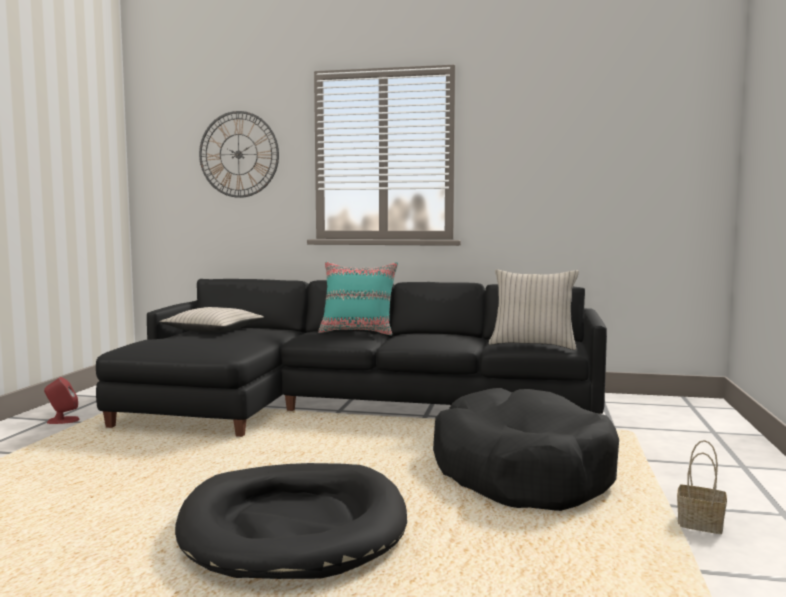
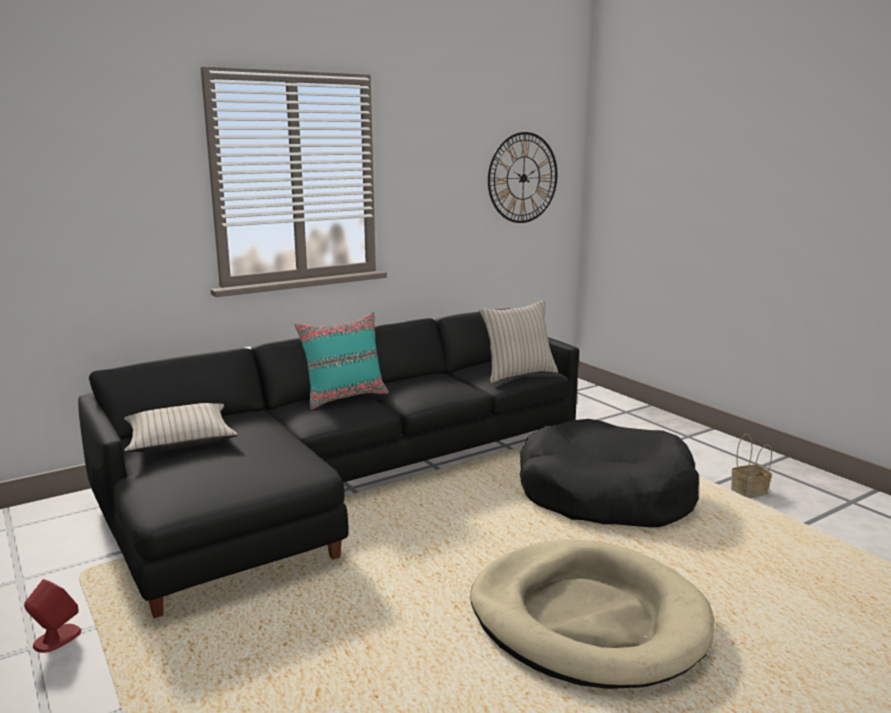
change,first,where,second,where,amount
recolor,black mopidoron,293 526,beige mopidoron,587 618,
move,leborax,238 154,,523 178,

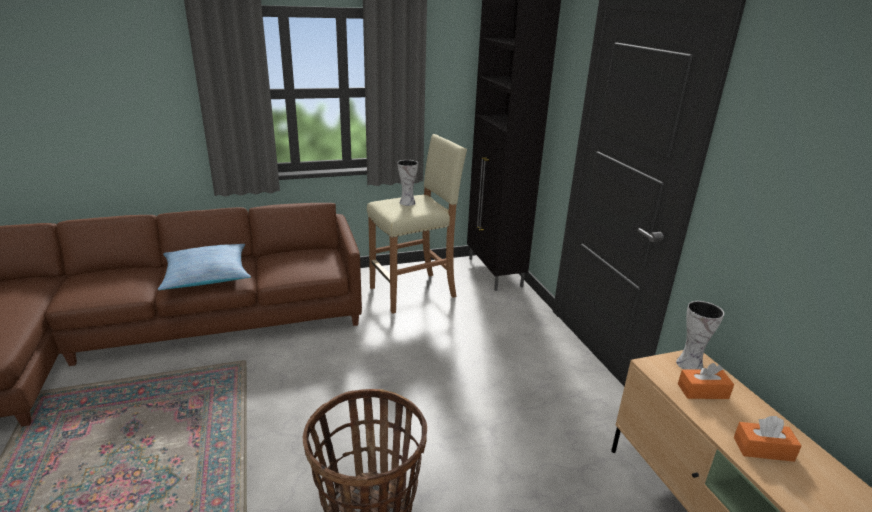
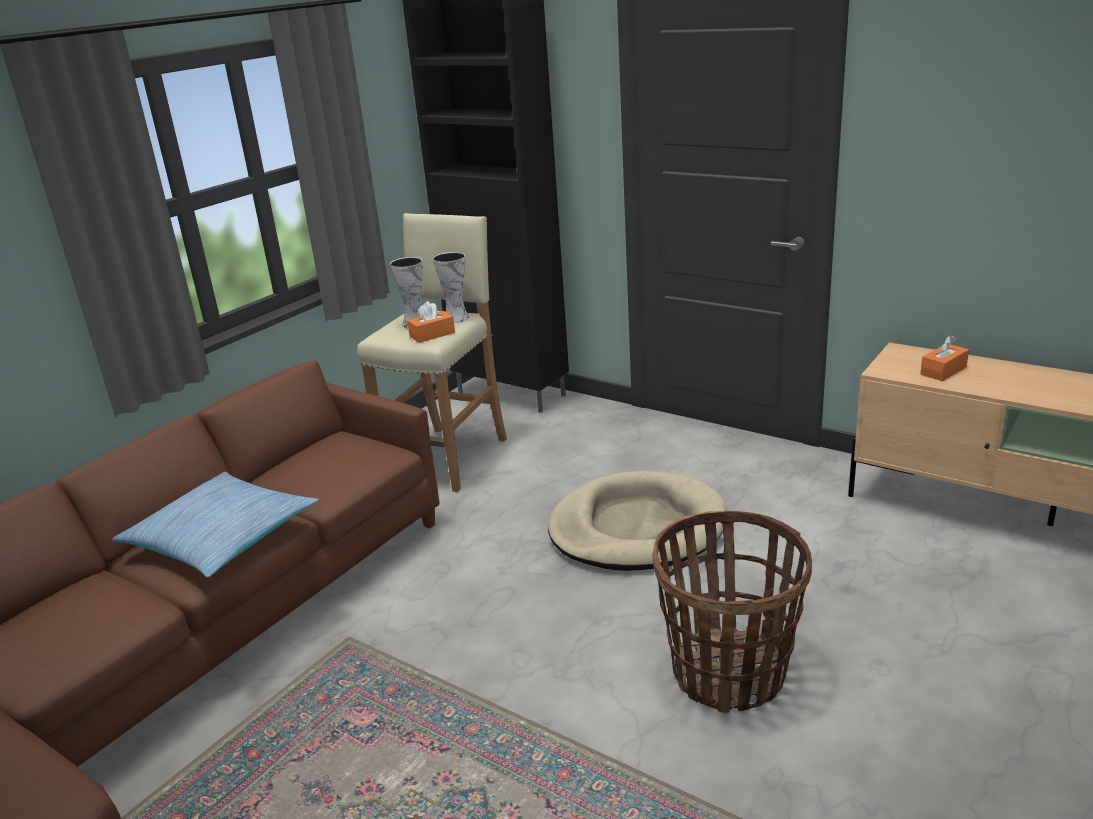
change,first,where,second,where,amount
move,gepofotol,689 363,,455 318,
move,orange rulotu,763 449,,432 334,
insert,,,beige mopidoron,637 528,

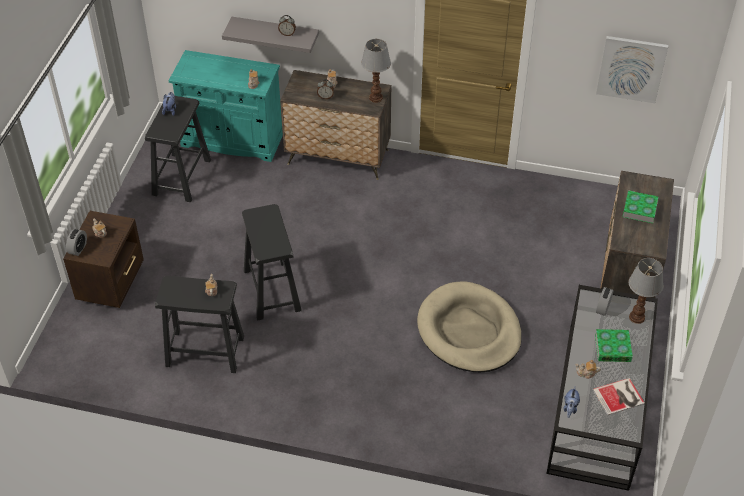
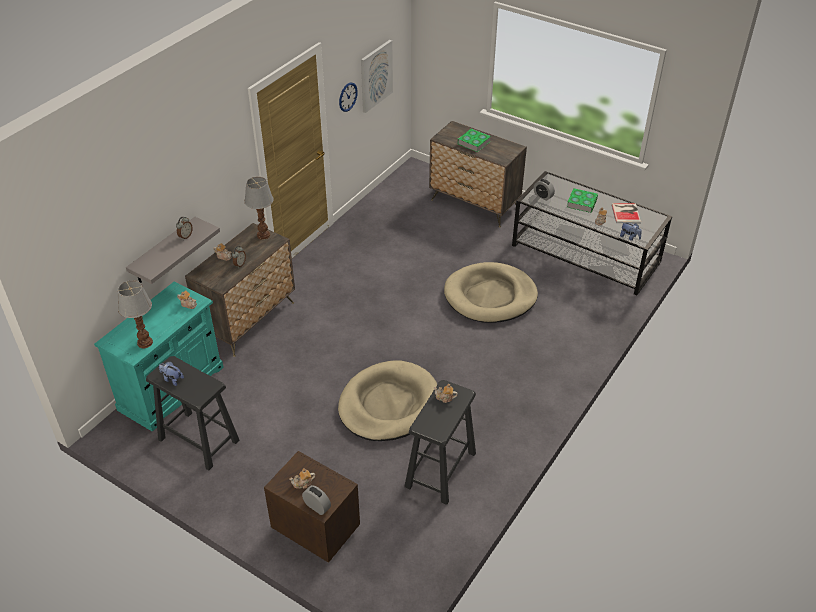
change,first,where,second,where,amount
replace,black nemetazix,272 290,beige mopidoron,388 404,
move,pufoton,636 317,,144 342,
insert,,,leborax,348 97,

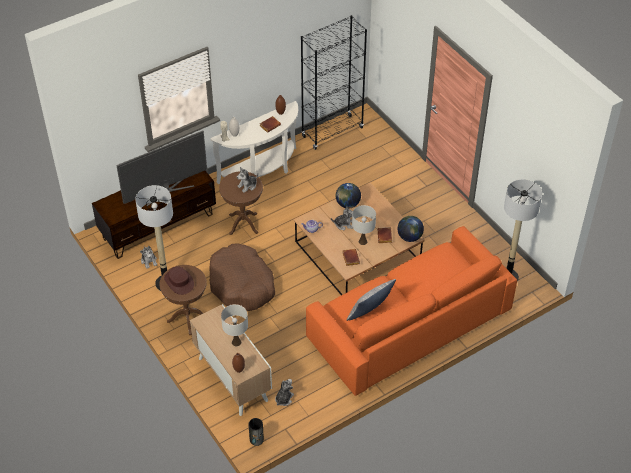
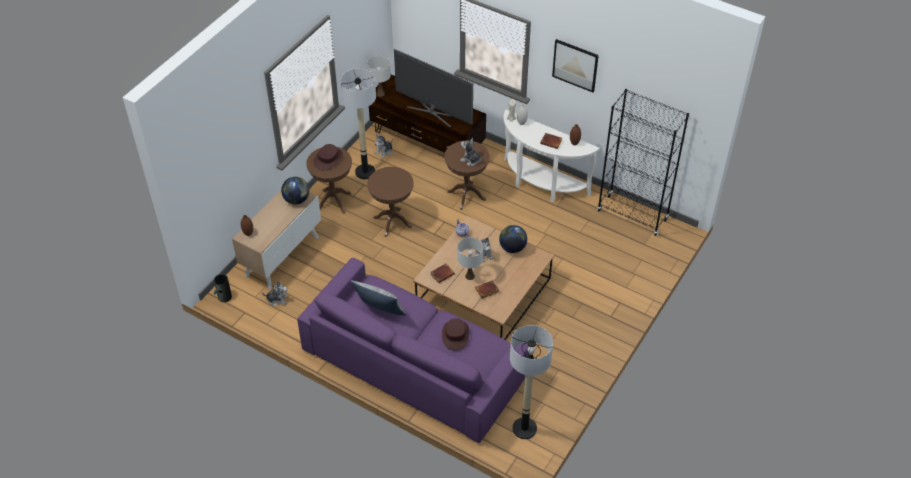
change,first,where,second,where,amount
replace,brown mopidoron,242 284,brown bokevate,392 222,
move,white pufoton,236 342,,380 93,
recolor,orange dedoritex,408 323,purple dedoritex,414 362,
move,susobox,409 237,,297 200,
insert,,,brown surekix,455 335,
insert,,,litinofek,575 65,

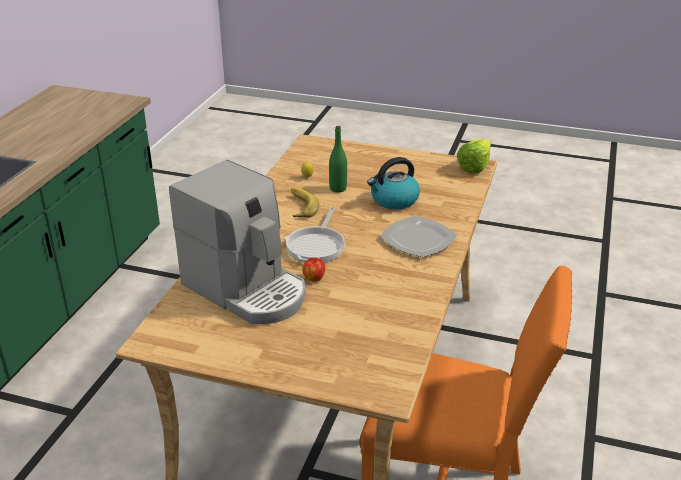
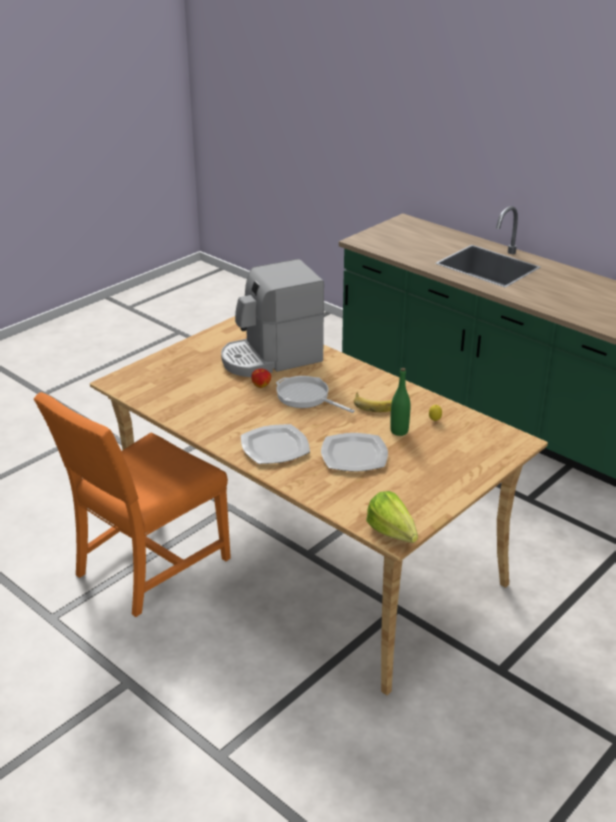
change,first,where,second,where,amount
replace,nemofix,394 200,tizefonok,353 455,

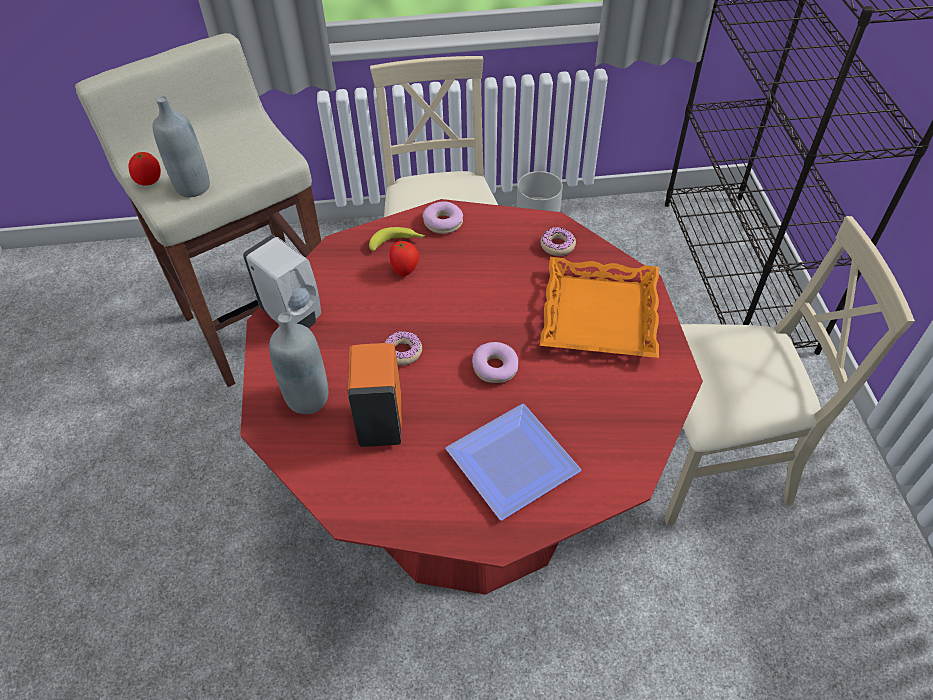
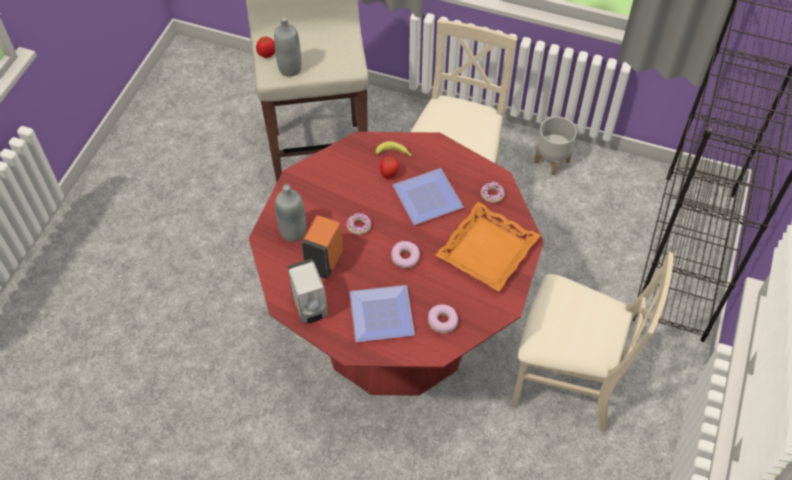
change,first,where,second,where,amount
move,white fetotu,294 317,,310 309,
move,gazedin,443 222,,442 321,
insert,,,tizefonok,425 197,

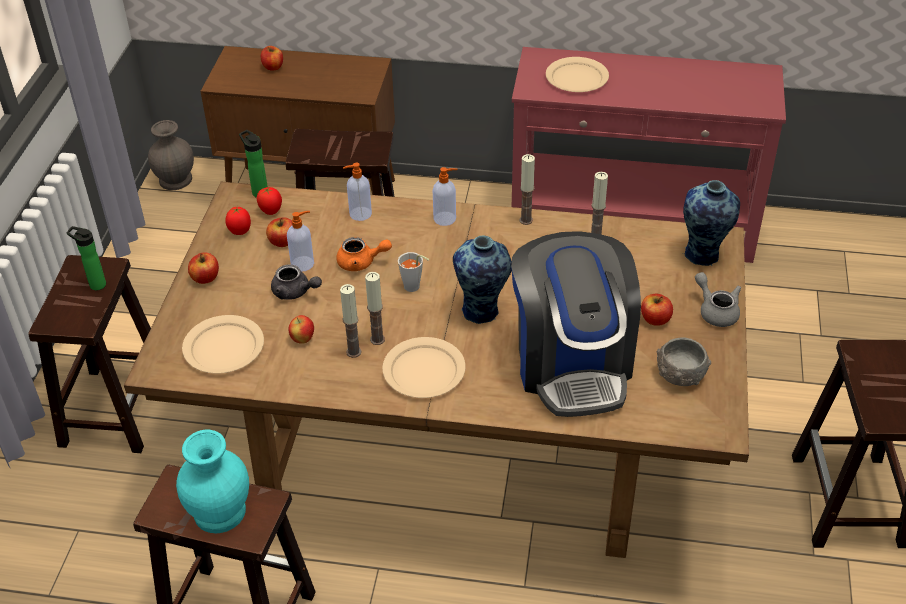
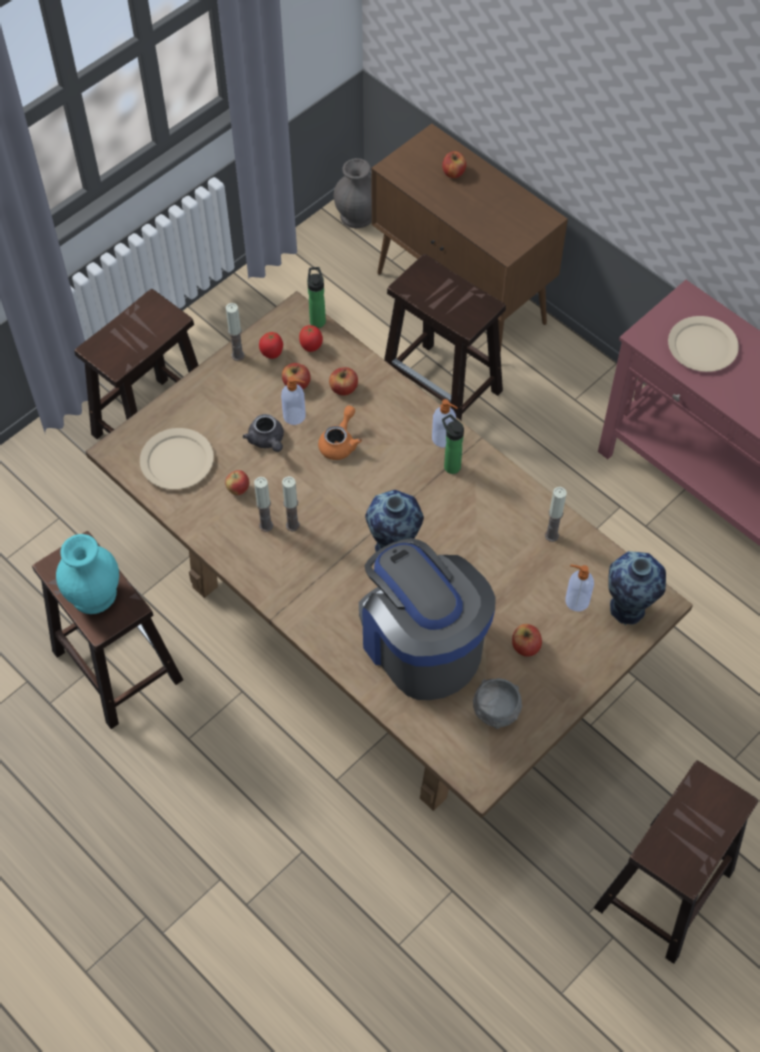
change,first,where,second,where,amount
move,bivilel,95 284,,450 465,
move,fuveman,205 278,,343 388,
rotate,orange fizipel,361 262,,340 443,105 degrees counterclockwise
move,fetotu,359 214,,576 601,
delete,beige tizefonok,423 371,,,
delete,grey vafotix,414 288,,,
rotate,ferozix,572 363,,421 643,120 degrees clockwise
move,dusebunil,526 220,,237 355,
delete,grey fizipel,716 311,,,

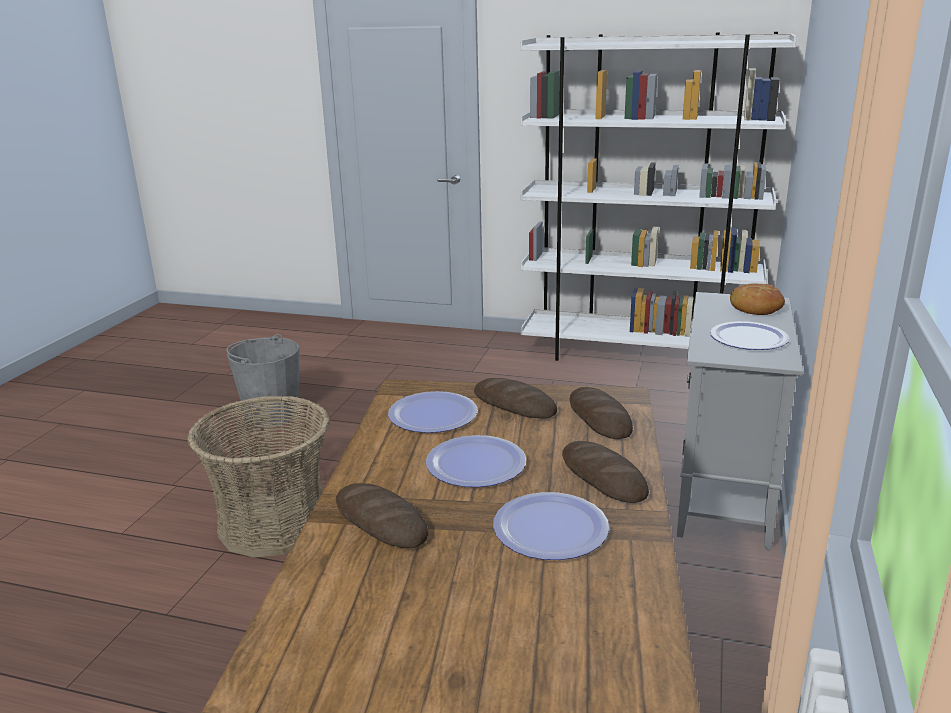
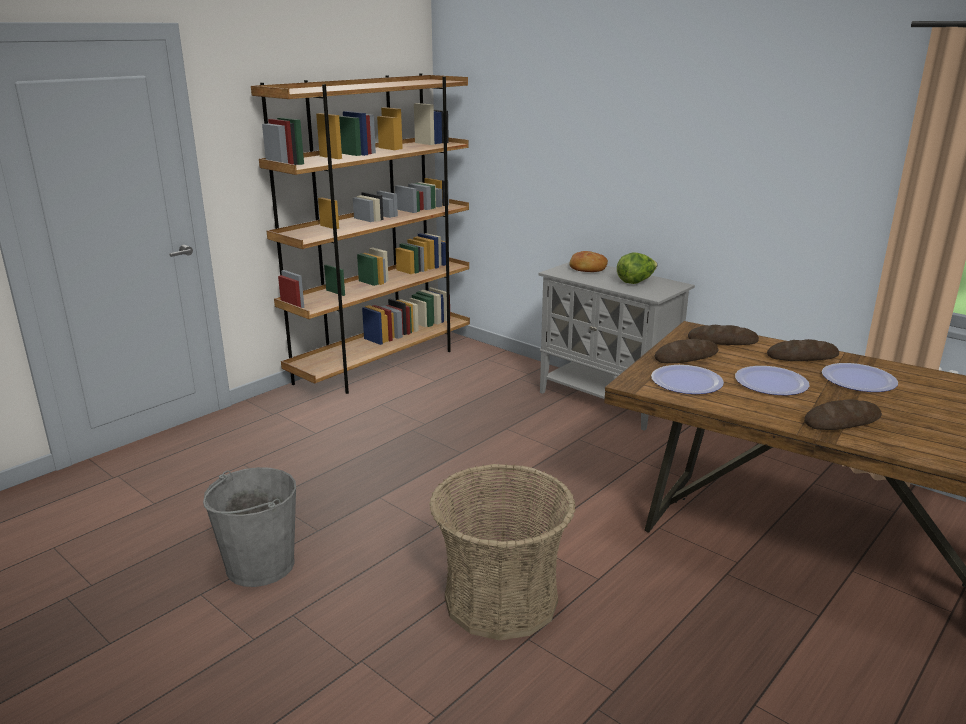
change,first,where,second,where,amount
recolor,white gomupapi,637 355,brown gomupapi,383 363,
replace,tizefonok,748 338,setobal,636 282,

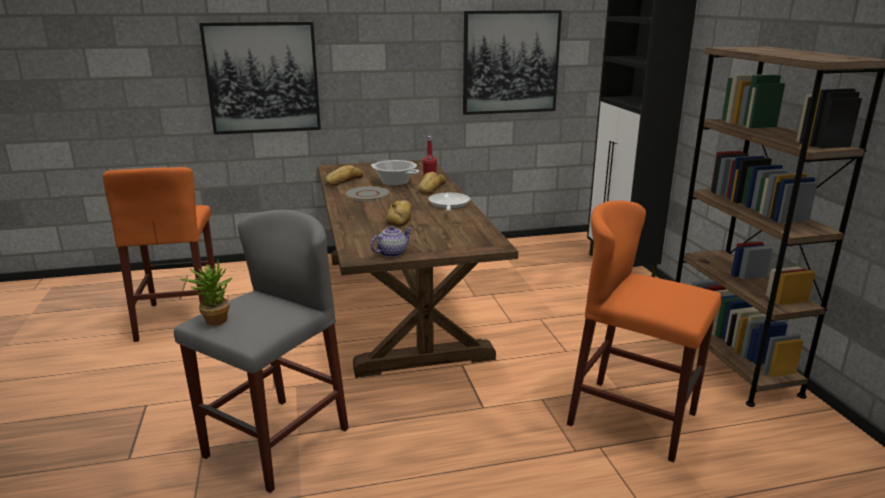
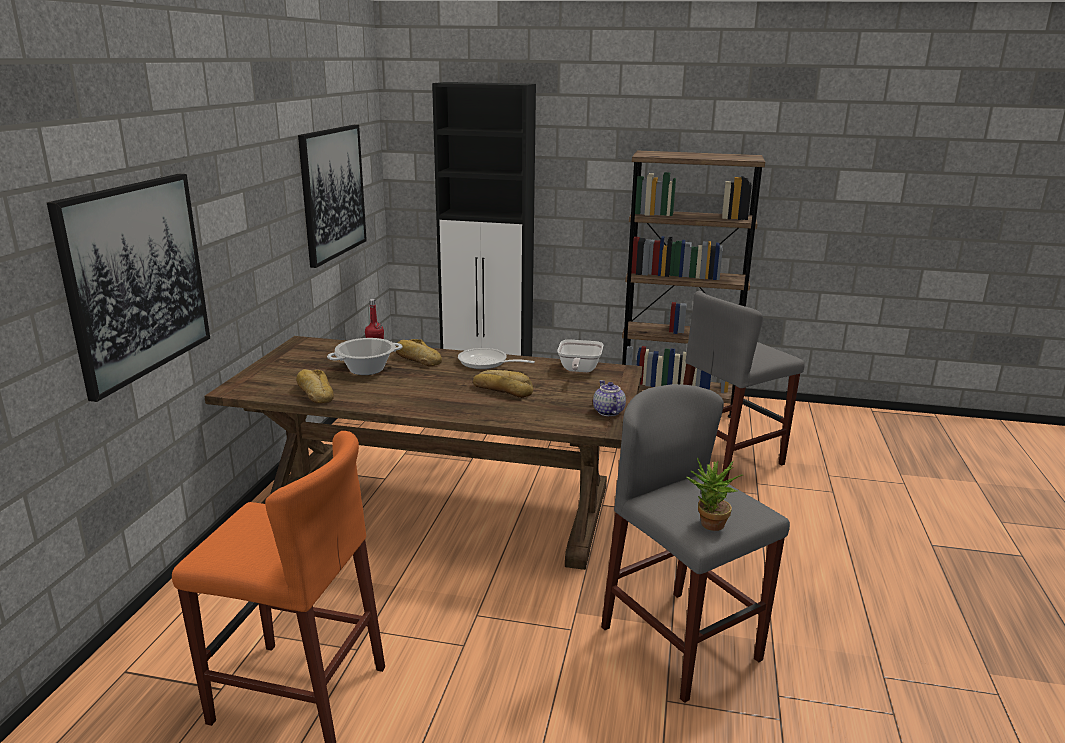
change,first,where,second,where,amount
delete,grey tizefonok,368 194,,,
recolor,orange nemetazix,632 419,grey nemetazix,728 460,
insert,,,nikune,578 370,

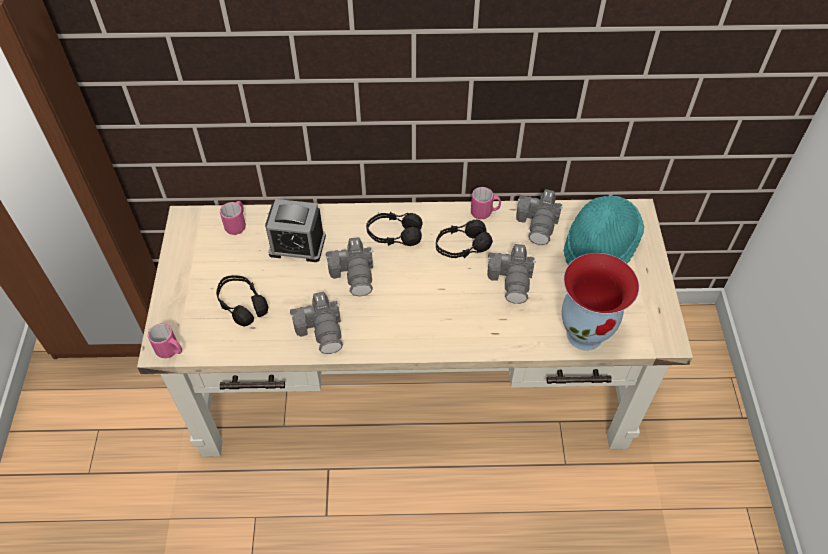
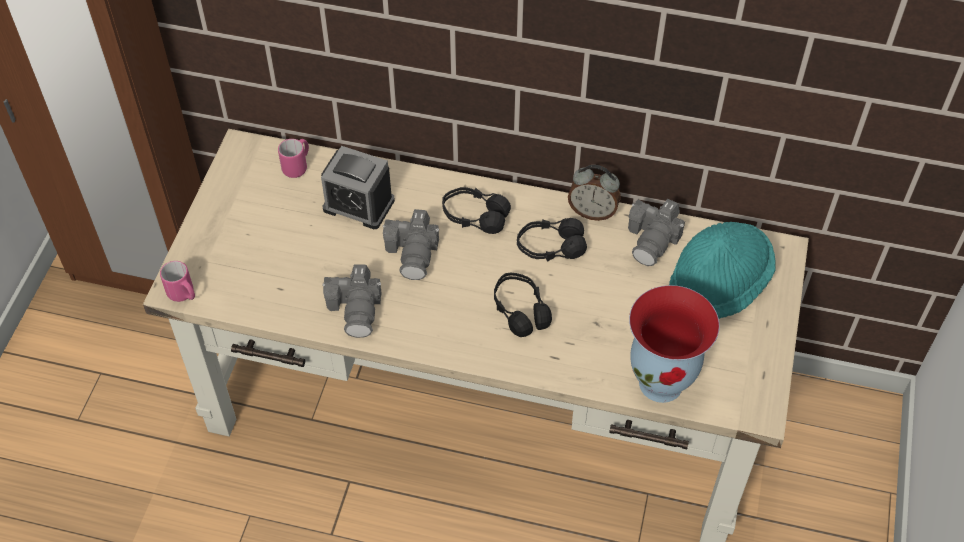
change,first,where,second,where,amount
move,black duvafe,242 305,,520 310,
replace,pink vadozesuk,485 212,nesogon,592 212,
delete,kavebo,512 280,,,

